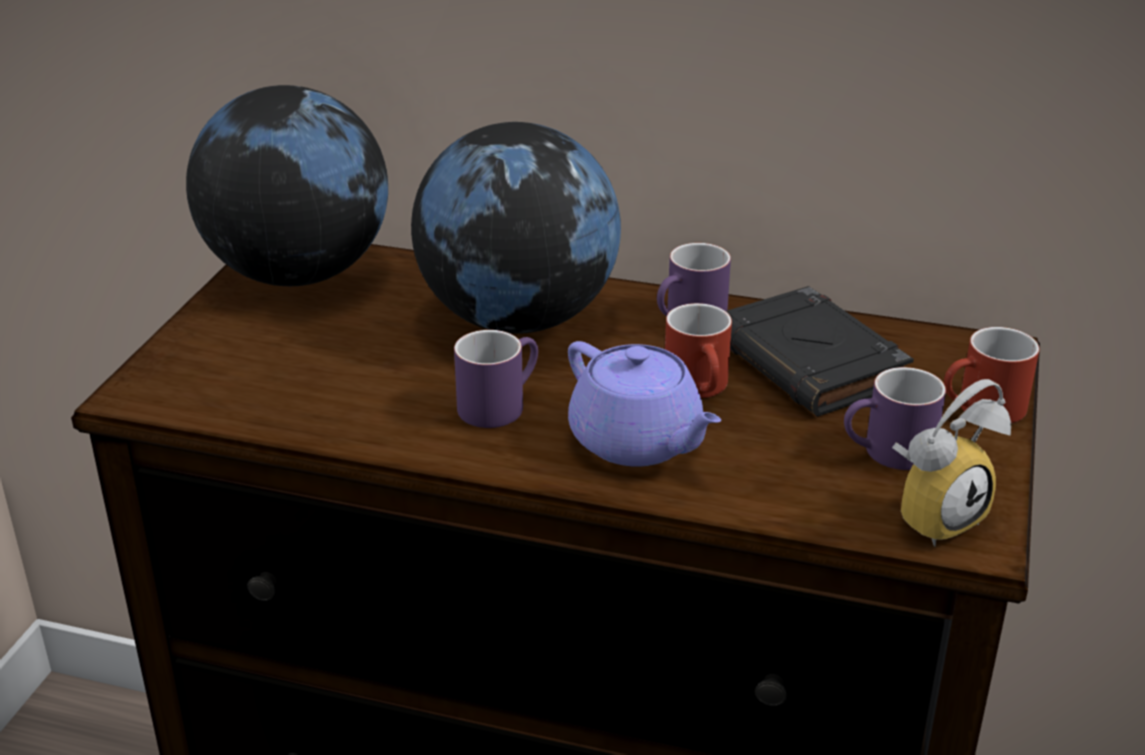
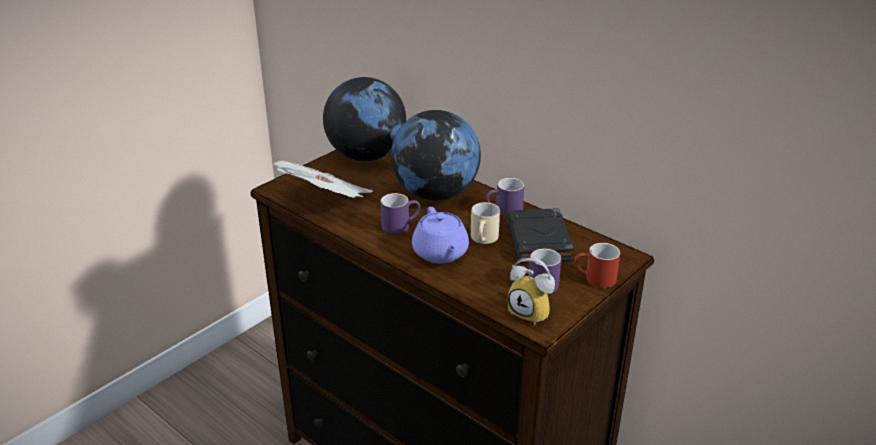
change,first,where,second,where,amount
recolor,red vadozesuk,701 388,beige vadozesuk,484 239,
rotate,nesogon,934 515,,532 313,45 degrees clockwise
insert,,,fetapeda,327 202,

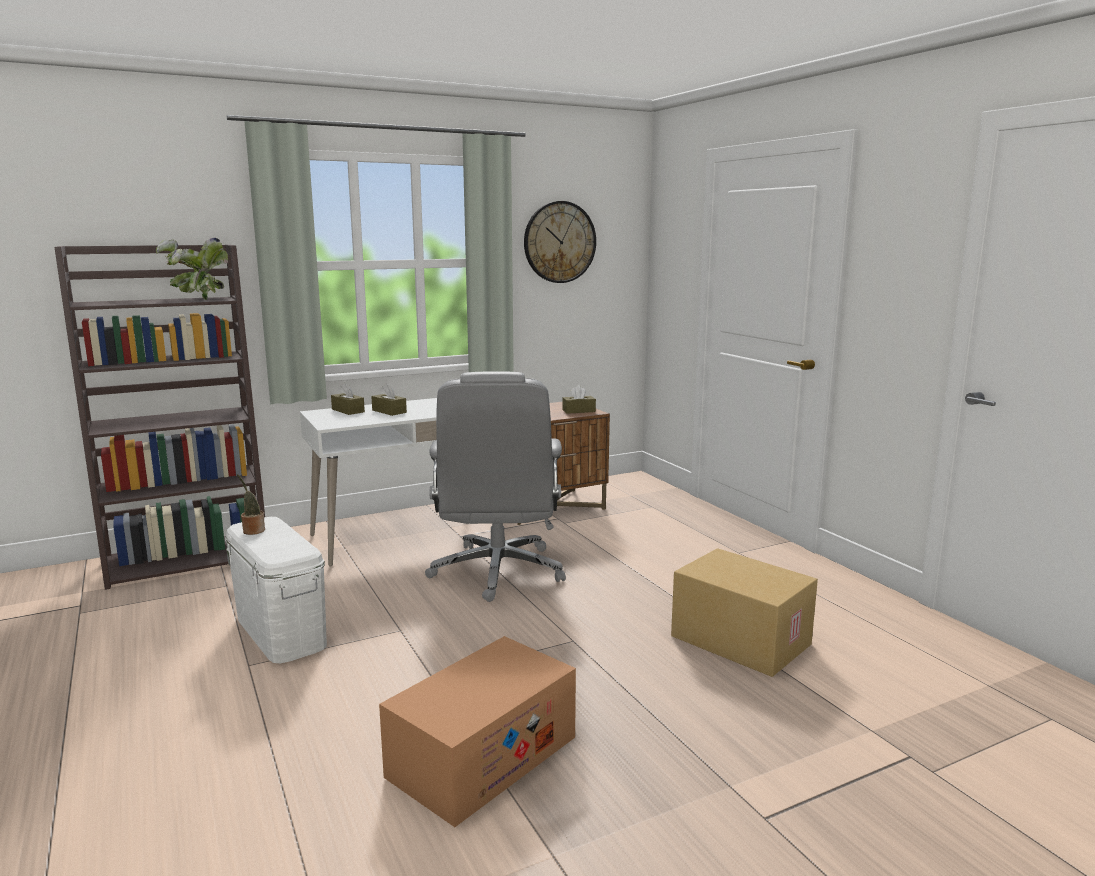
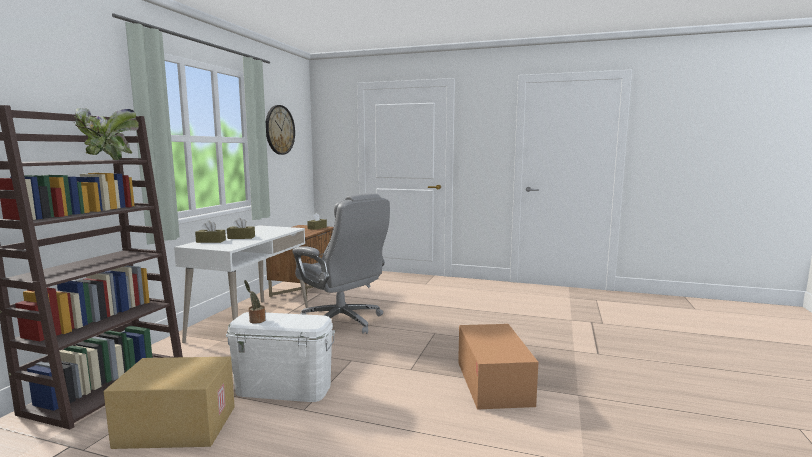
change,first,where,second,where,amount
move,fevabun,738 640,,175 427,

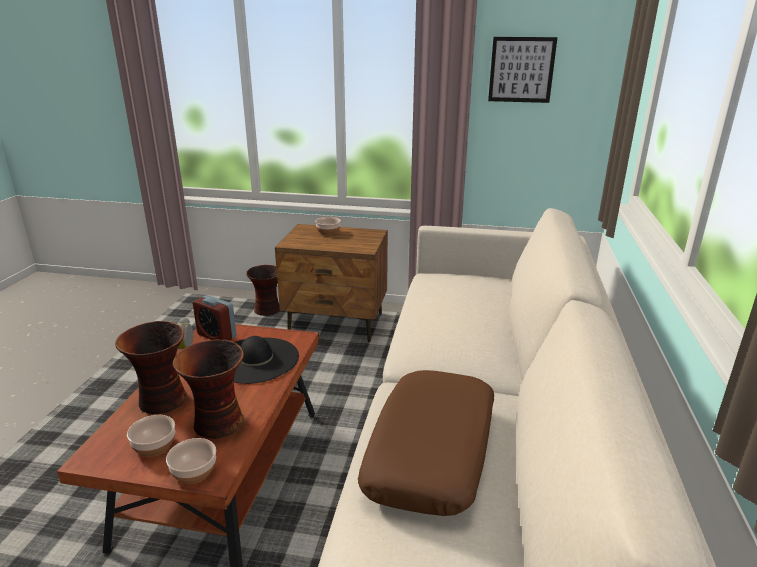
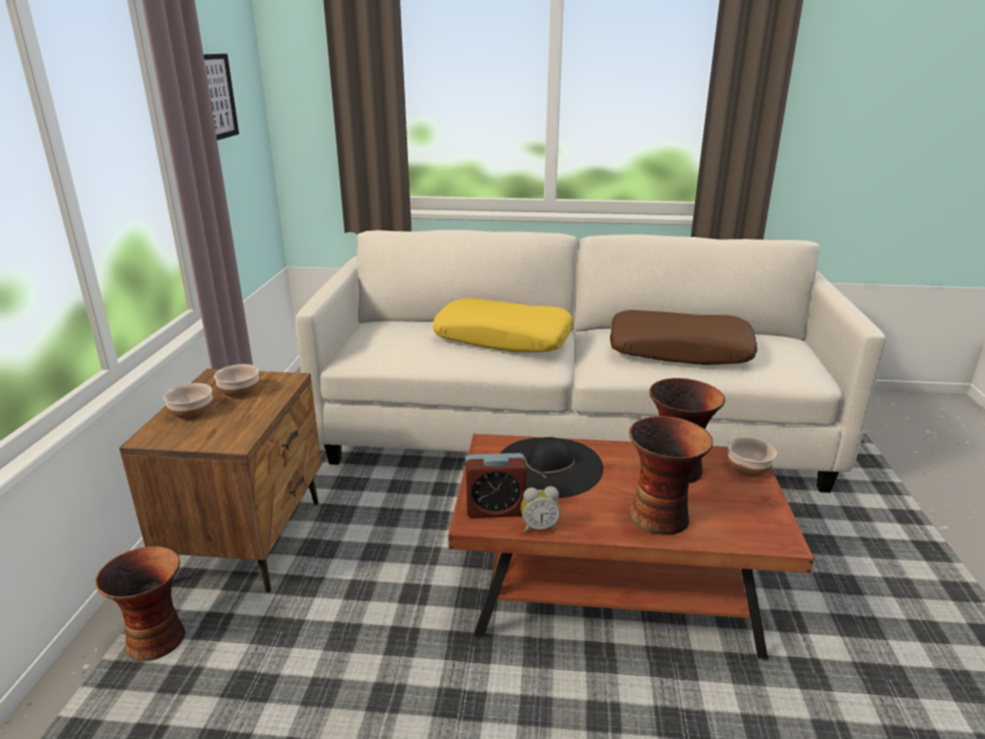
change,first,where,second,where,amount
move,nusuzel,154 446,,240 391,
rotate,nesogon,217 336,,495 509,60 degrees clockwise
insert,,,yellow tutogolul,503 338,

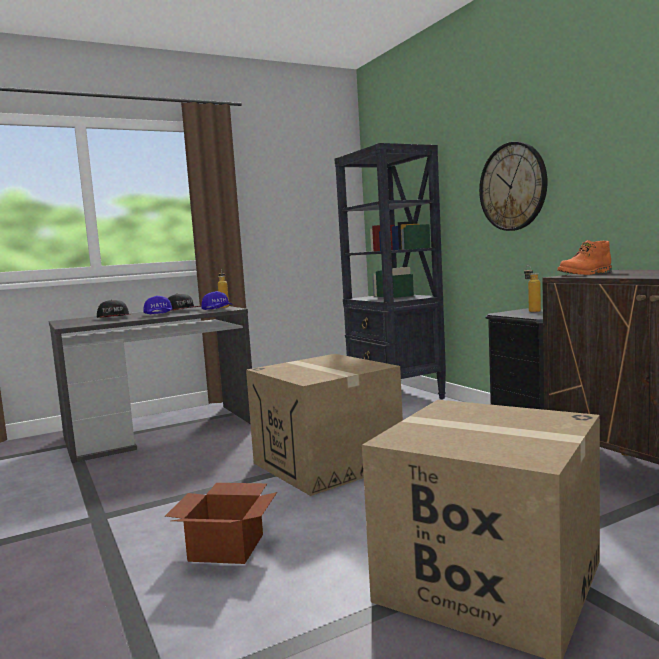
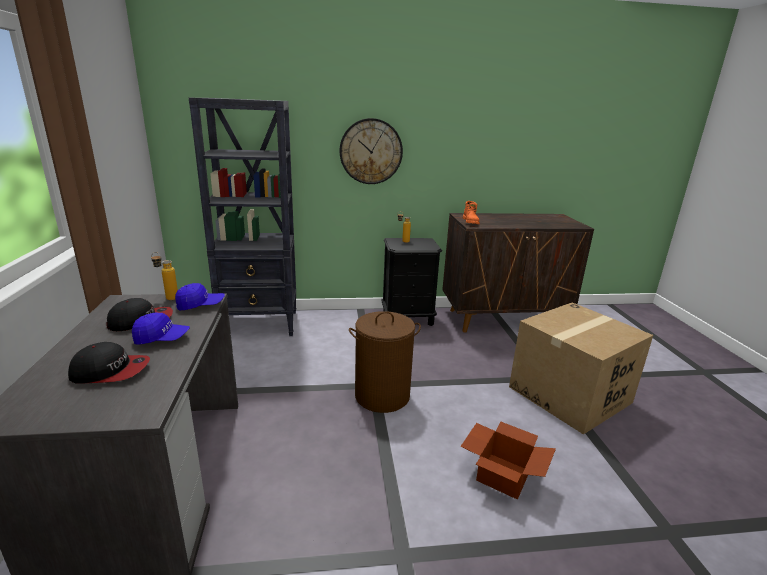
change,first,where,second,where,amount
replace,fevabun,327 464,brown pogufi,382 395,

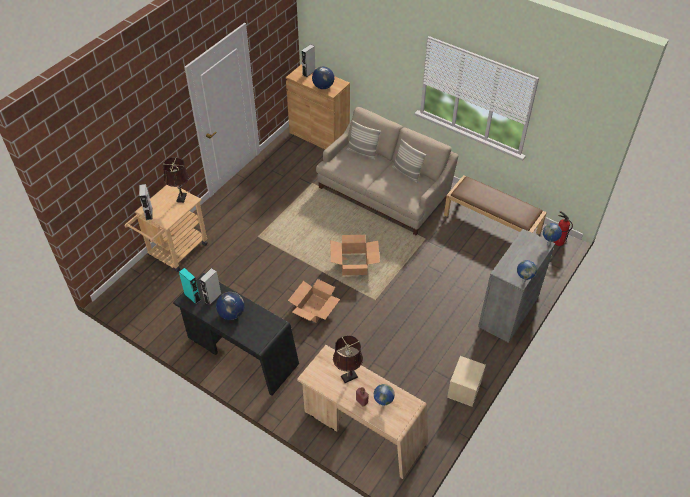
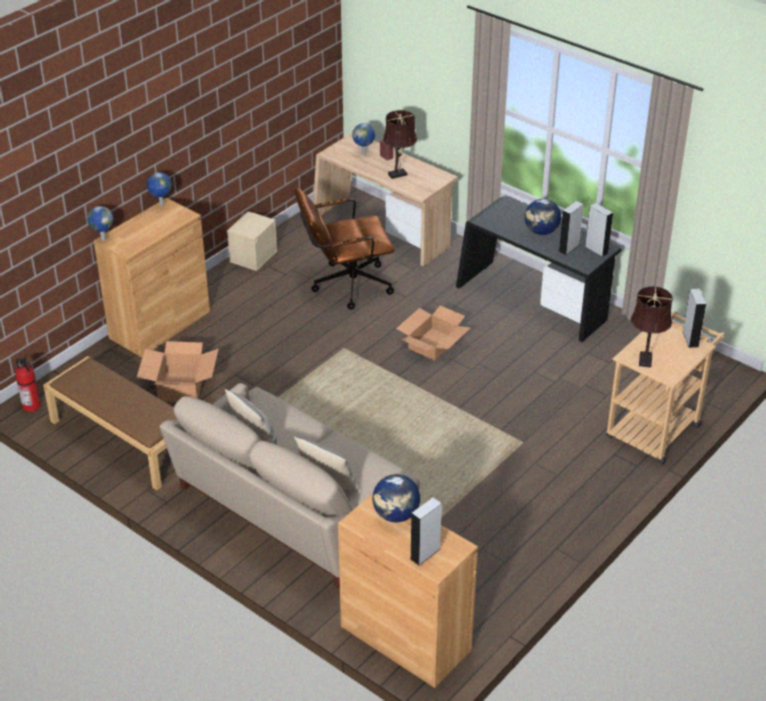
change,first,where,second,where,amount
recolor,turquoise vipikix,192 297,grey vipikix,596 250,
move,fevabun,354 264,,180 387,
recolor,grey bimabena,508 312,brown bimabena,159 324,
insert,,,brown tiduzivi,345 285,

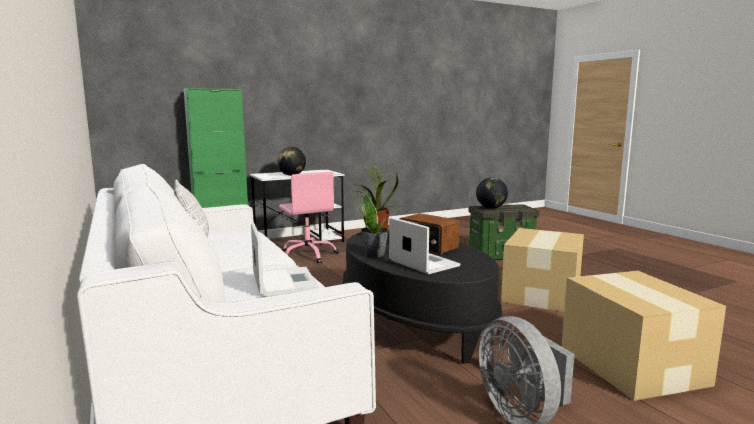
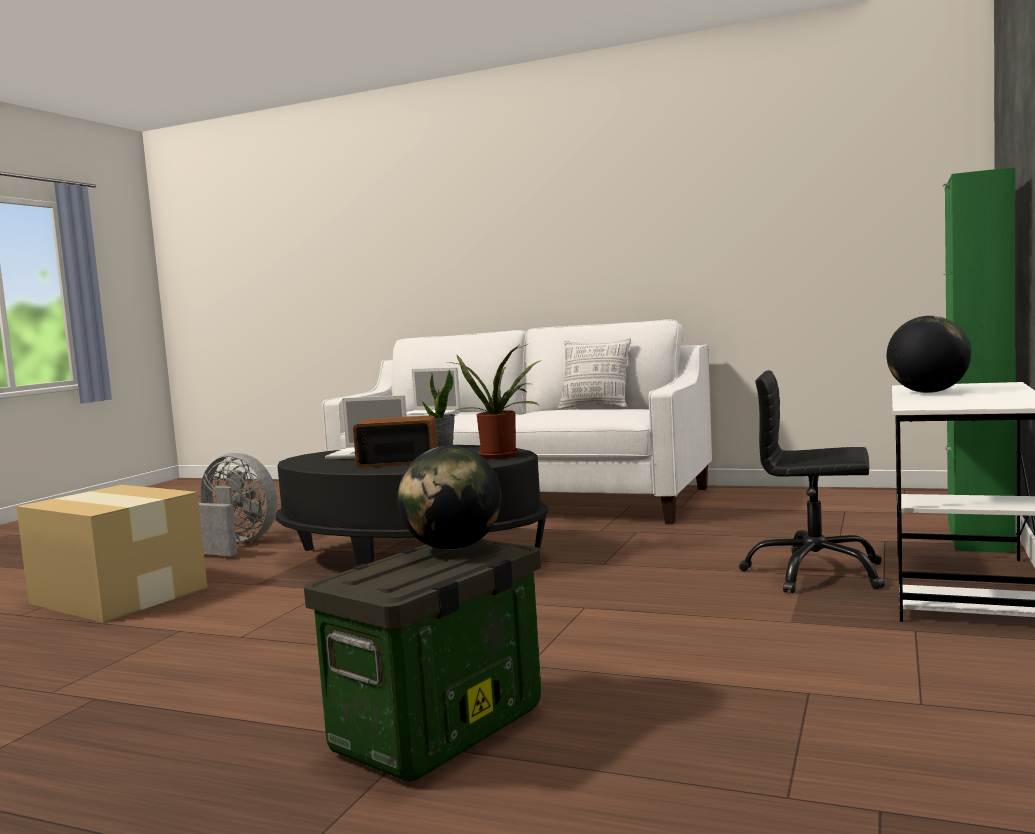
change,first,where,second,where,amount
recolor,pink tiduzivi,308 255,black tiduzivi,815 573,
delete,fevabun,542 294,,,

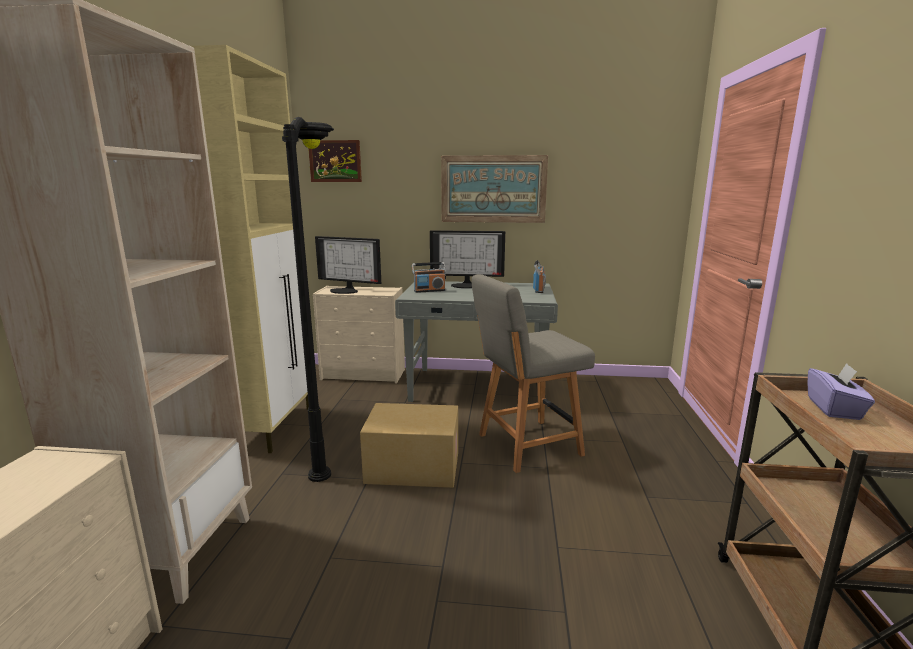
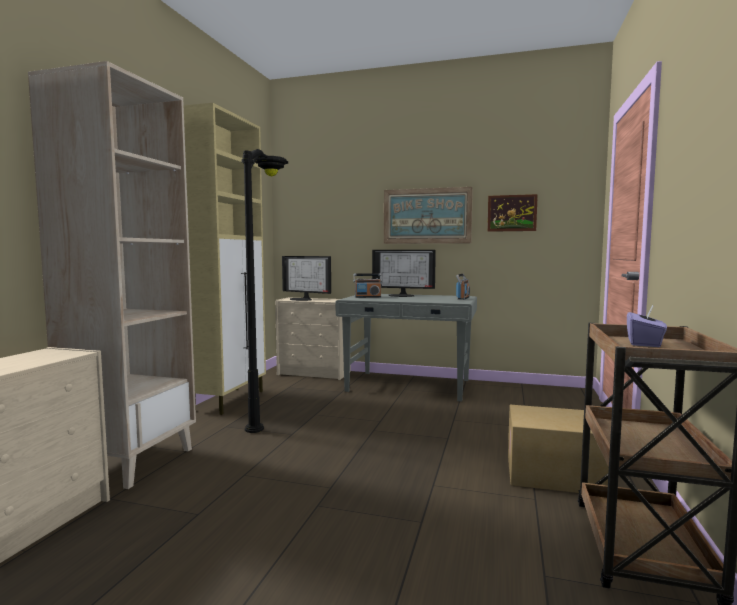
change,first,where,second,where,amount
move,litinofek,335 161,,512 213,
move,fevabun,412 468,,556 475,
delete,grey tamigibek,526 445,,,

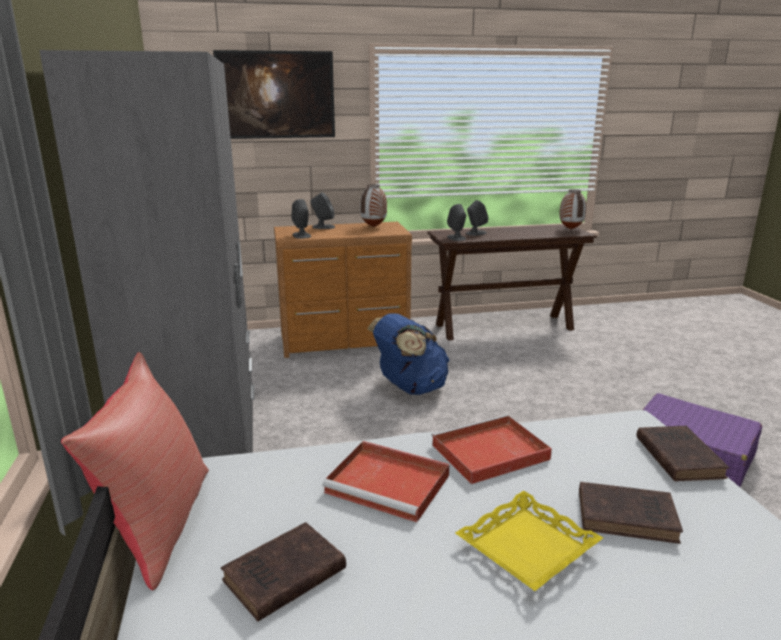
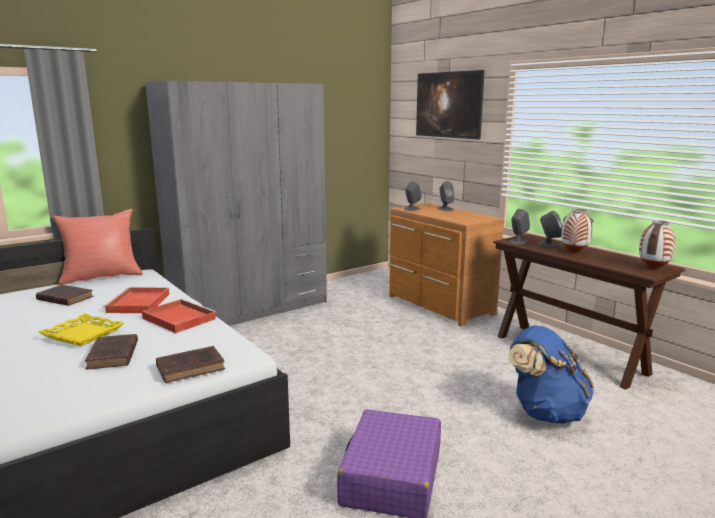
change,first,where,second,where,amount
move,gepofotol,373 227,,573 253,
move,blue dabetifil,409 388,,545 412,

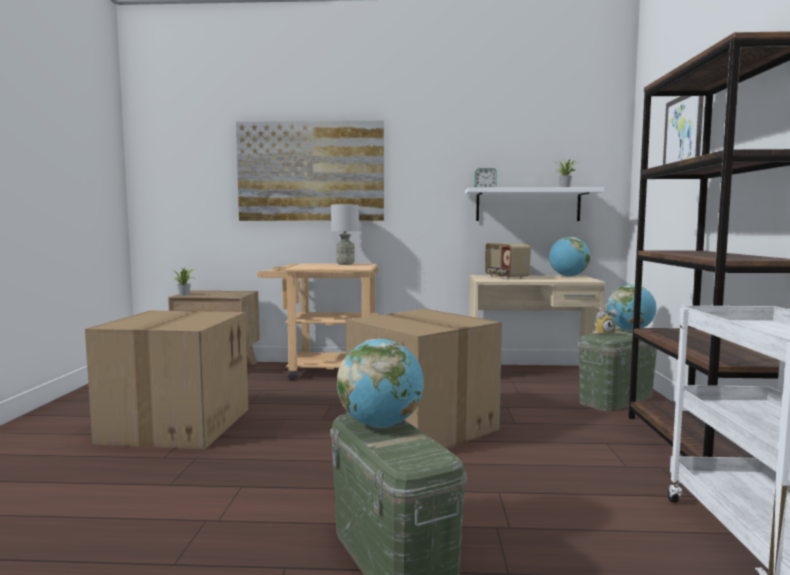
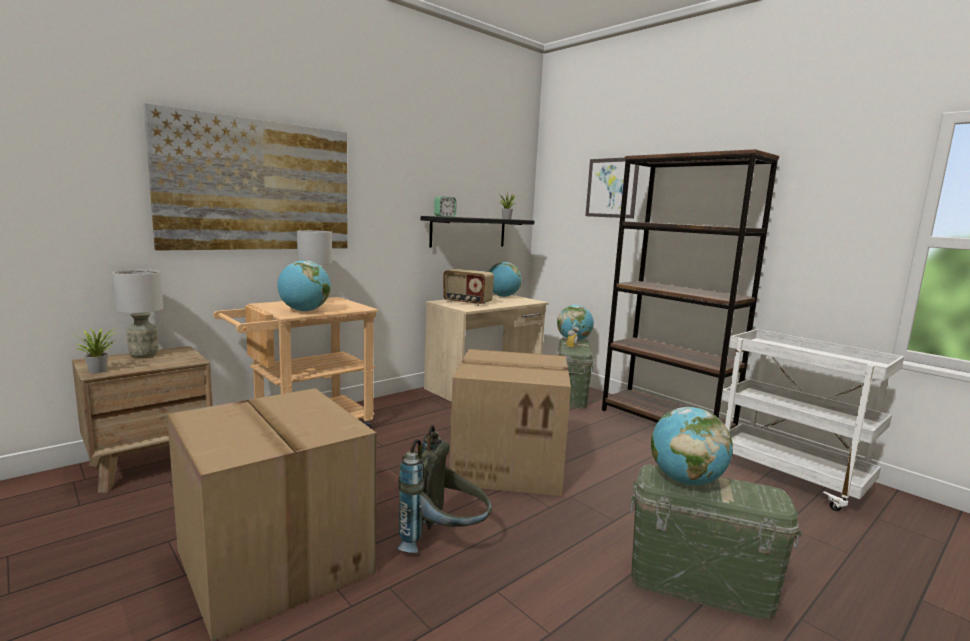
change,first,where,second,where,amount
recolor,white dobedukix,528 205,black dobedukix,468 232,
insert,,,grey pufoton,143 355,
insert,,,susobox,304 311,
insert,,,grey dabetifil,445 542,

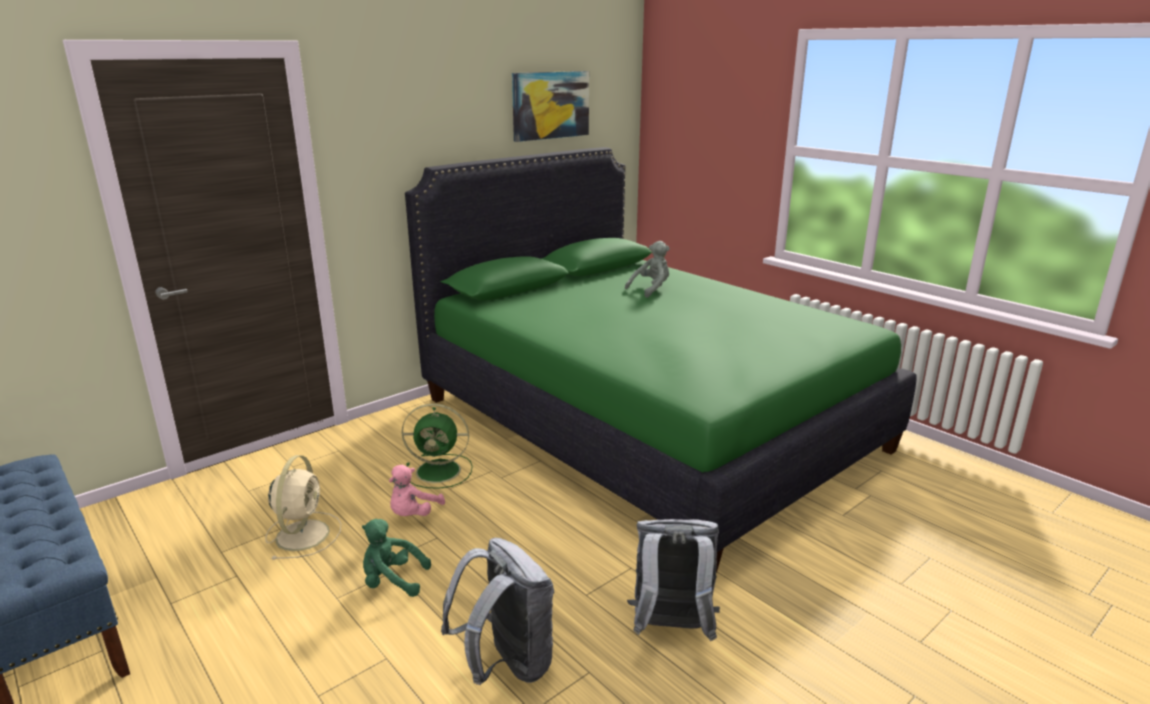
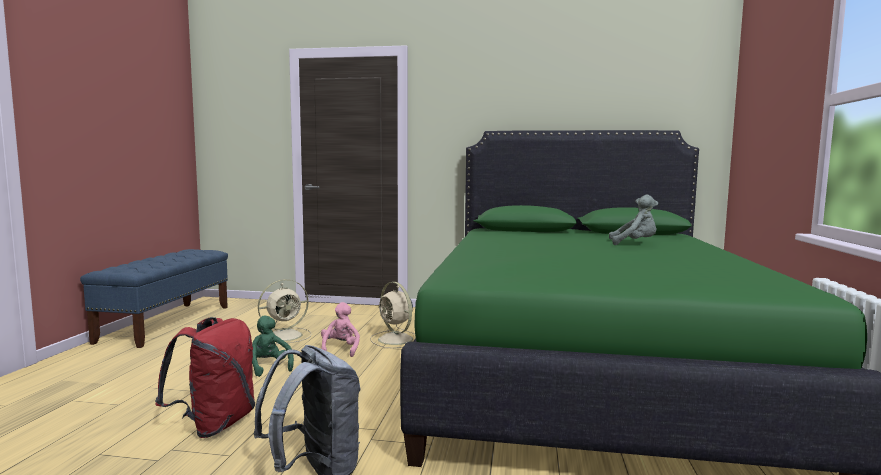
change,first,where,second,where,amount
rotate,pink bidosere,413 514,,340 349,105 degrees clockwise
recolor,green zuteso,440 471,beige zuteso,396 340,
recolor,grey dabetifil,506 664,red dabetifil,215 424,
delete,litinofek,550 105,,,

